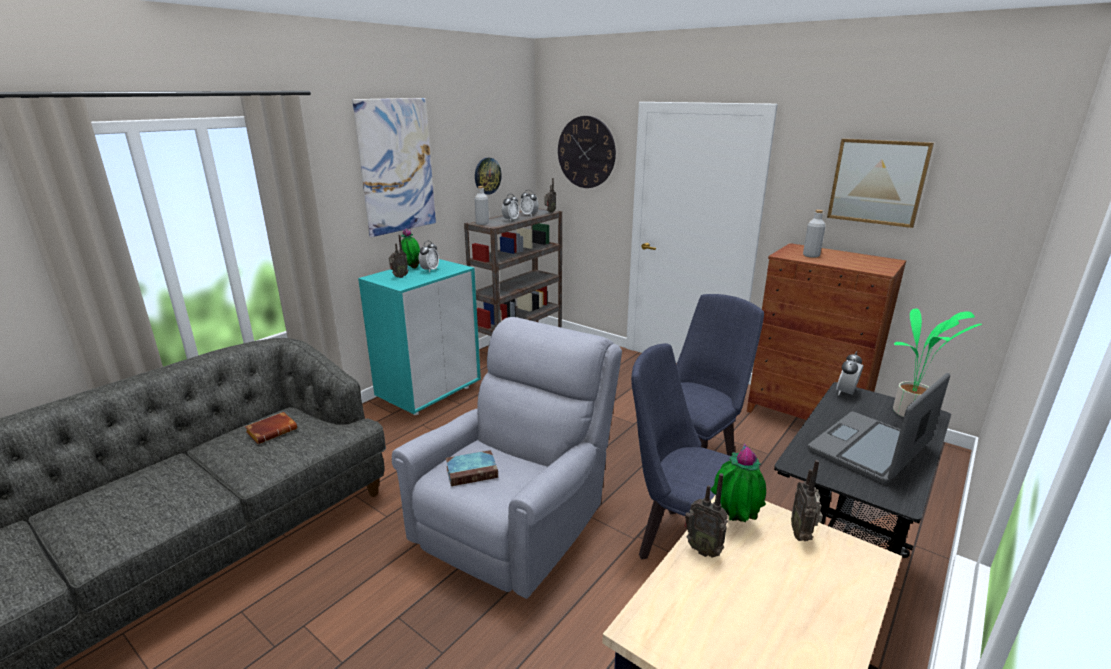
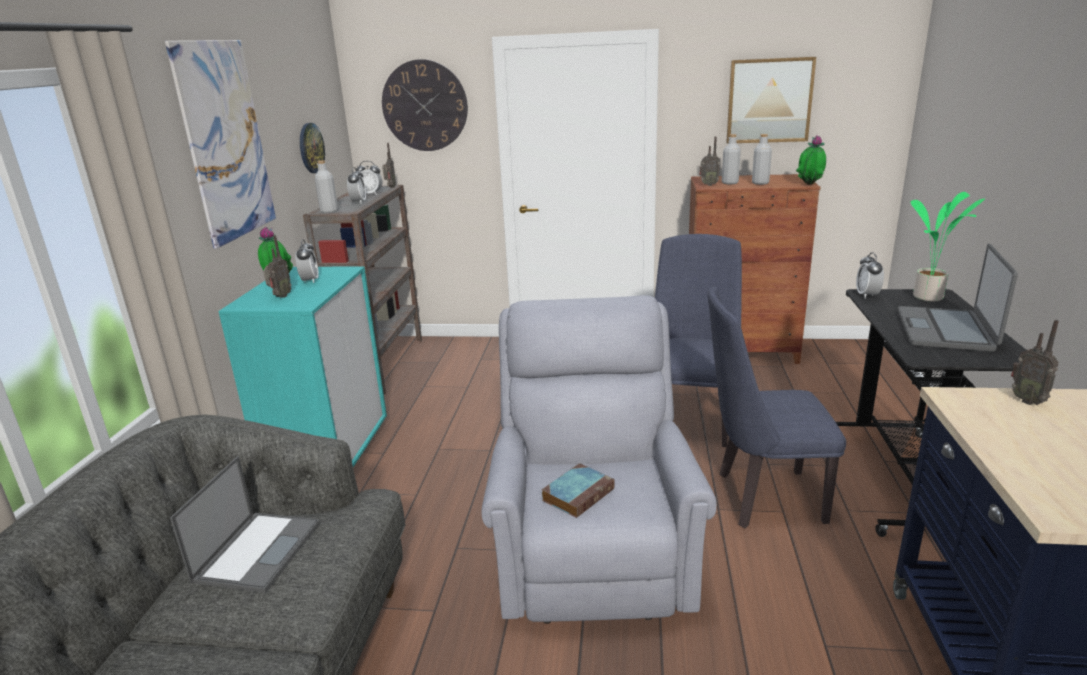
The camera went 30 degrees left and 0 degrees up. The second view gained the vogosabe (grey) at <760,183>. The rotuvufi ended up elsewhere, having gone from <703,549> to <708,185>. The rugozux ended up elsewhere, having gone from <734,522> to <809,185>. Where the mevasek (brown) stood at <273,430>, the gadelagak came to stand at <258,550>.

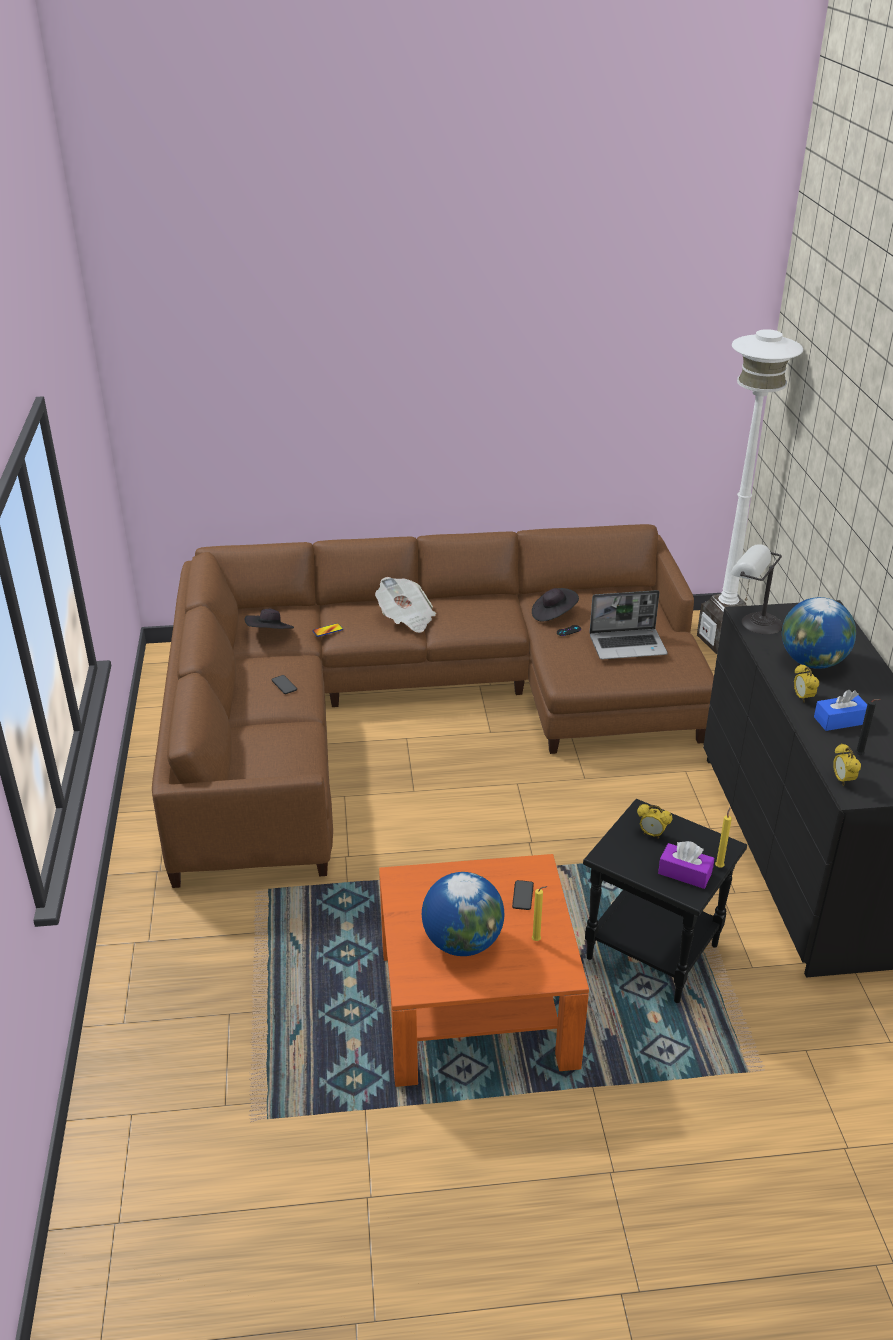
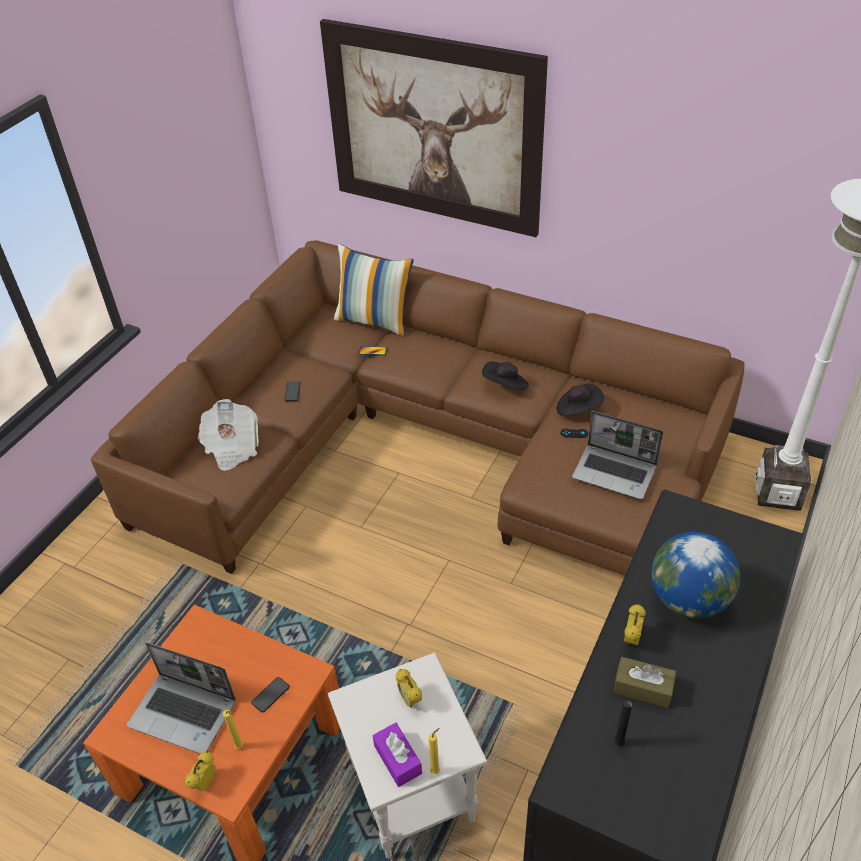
The camera went 35 degrees right and 10 degrees up. The second view lost the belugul at <753,621>. The second view gained the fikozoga at <433,129>. The second view gained the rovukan at <375,320>. The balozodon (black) ended up elsewhere, having gone from <270,634> to <505,386>. The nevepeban ended up elsewhere, having gone from <406,618> to <232,447>. The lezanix ended up elsewhere, having gone from <842,780> to <205,782>. Where the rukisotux stood at <462,942>, the gadelagak came to stand at <184,713>. What was the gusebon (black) at <654,951> turned into the gusebon (white) at <414,793>. What was the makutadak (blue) at <840,720> turned into the makutadak (brown) at <643,688>.

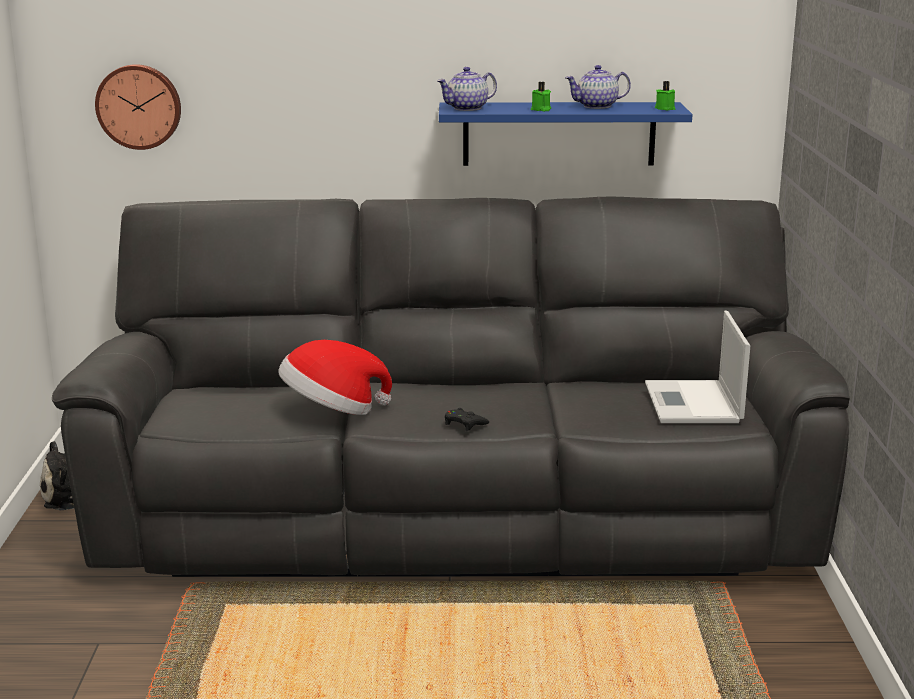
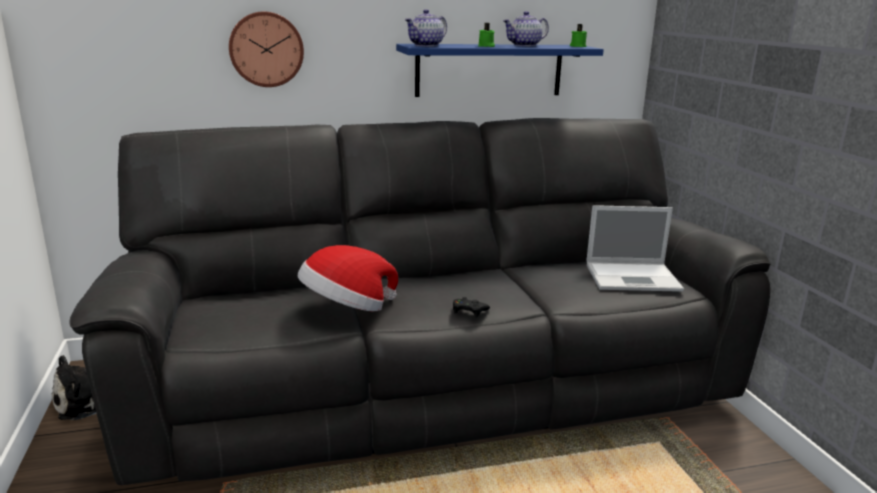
The camera went 15 degrees left and 0 degrees up. The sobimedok ended up elsewhere, having gone from <139,106> to <266,49>. The gadelagak at <693,404> ended up facing another way, 75 degrees counterclockwise from before.

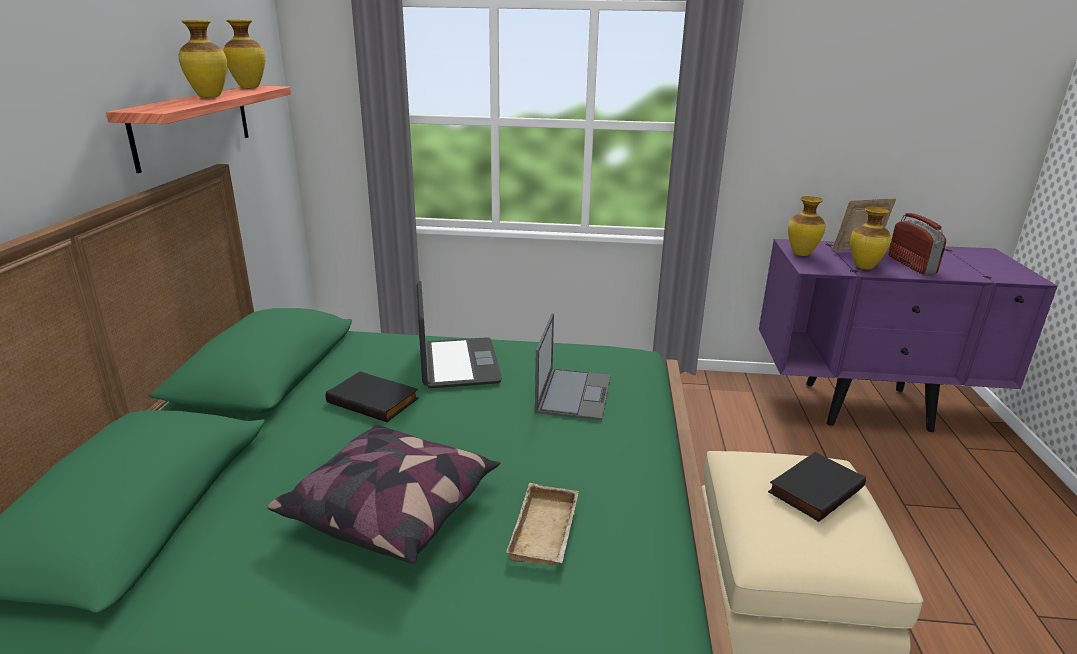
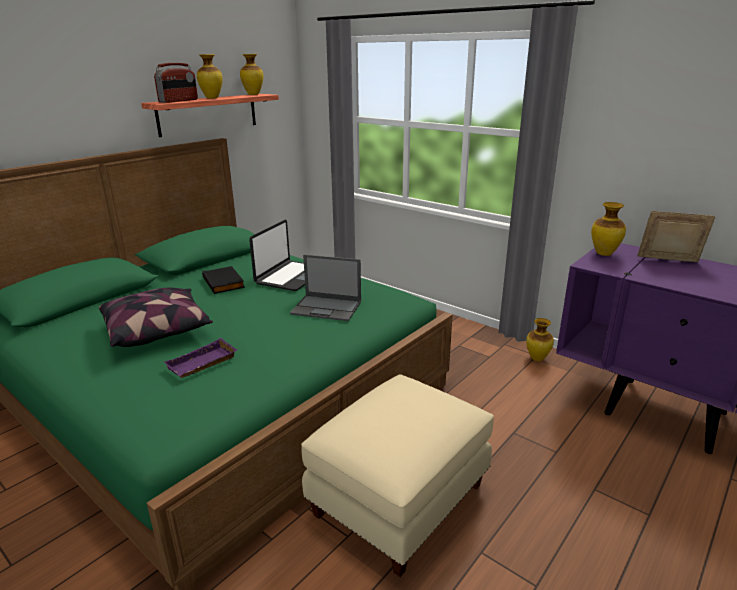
The camera went 35 degrees right and 0 degrees up. The second view lost the mevasek (black) at <814,489>. The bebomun ended up elsewhere, having gone from <864,267> to <537,359>. The rotuvufi ended up elsewhere, having gone from <912,265> to <179,101>. What was the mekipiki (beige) at <546,532> turned into the mekipiki (purple) at <202,364>. The gadelagak at <573,393> ended up facing another way, 60 degrees clockwise from before.

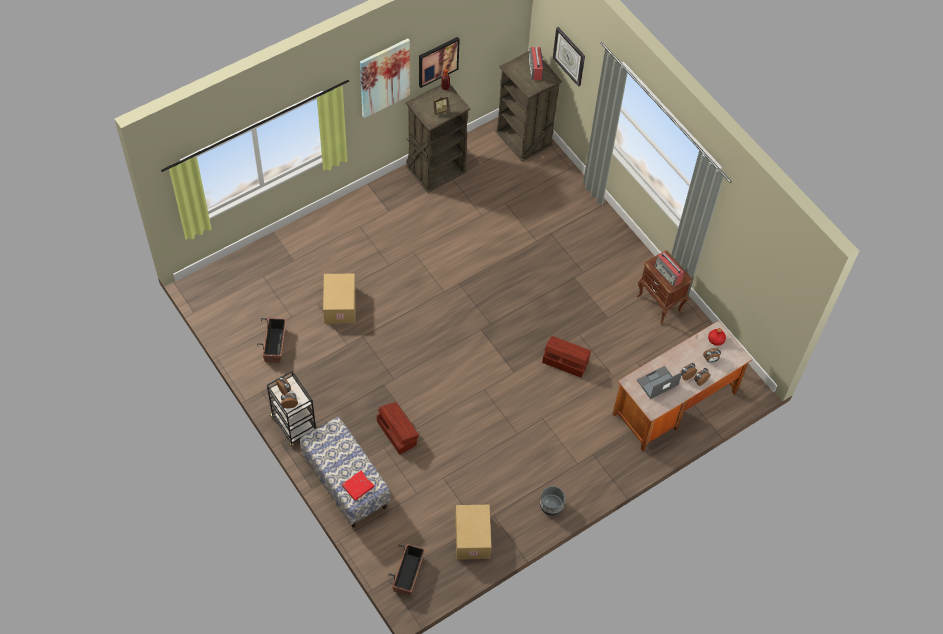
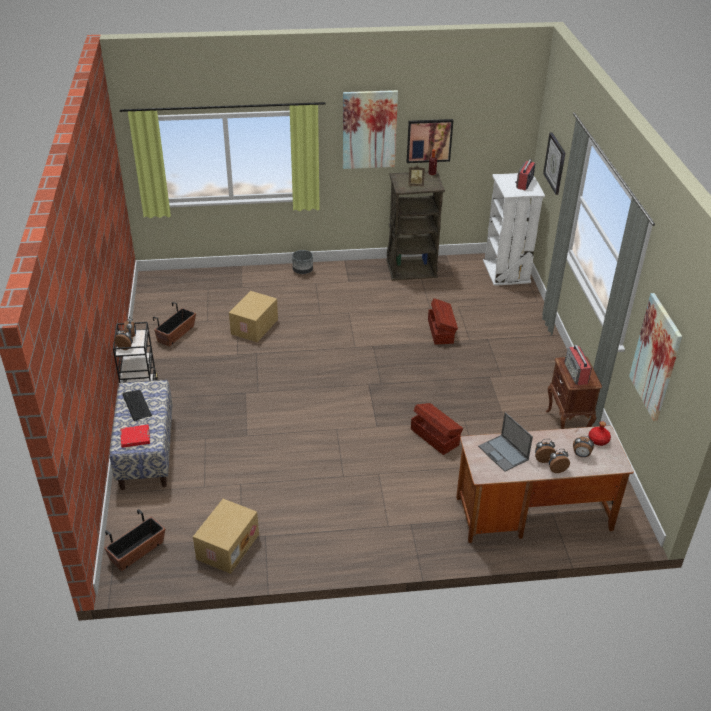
The camera went 30 degrees right and 20 degrees down. The second view gained the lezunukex at <136,405>. The second view gained the fikozoga at <655,357>. The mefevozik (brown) ended up elsewhere, having gone from <397,432> to <441,331>. The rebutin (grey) ended up elsewhere, having gone from <551,506> to <303,271>. What was the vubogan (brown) at <524,138> turned into the vubogan (white) at <506,271>. The gadelagak at <657,383> ended up facing another way, 120 degrees counterclockwise from before.

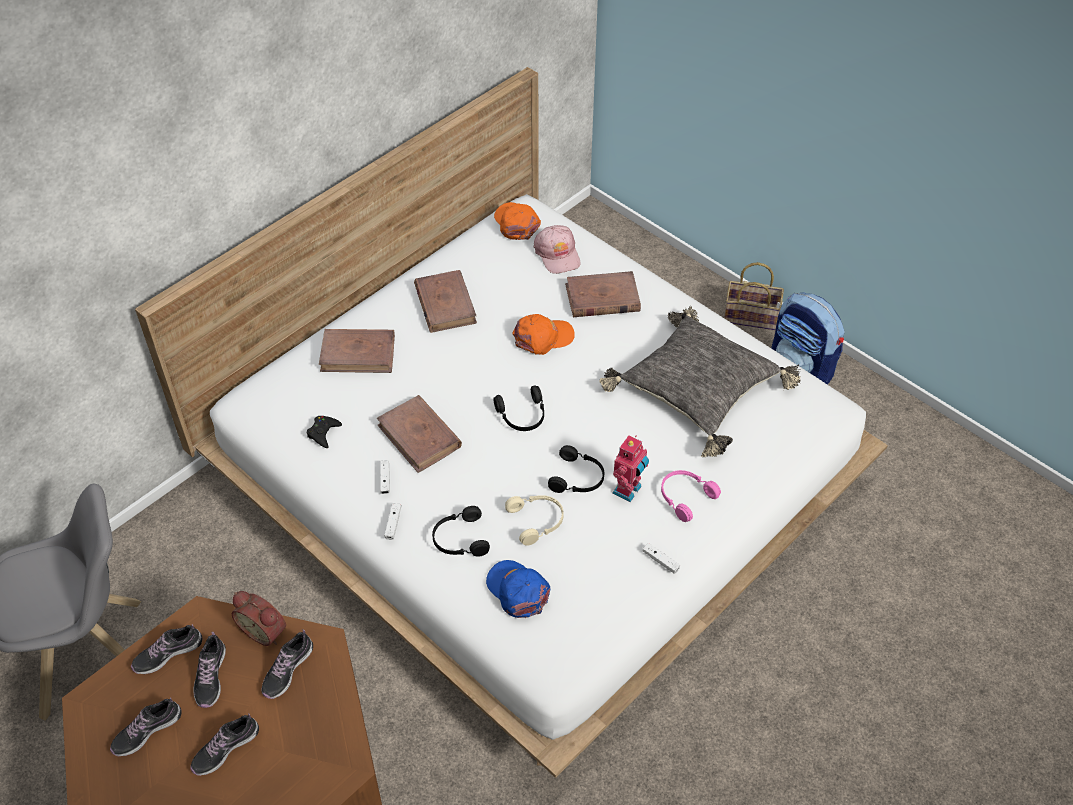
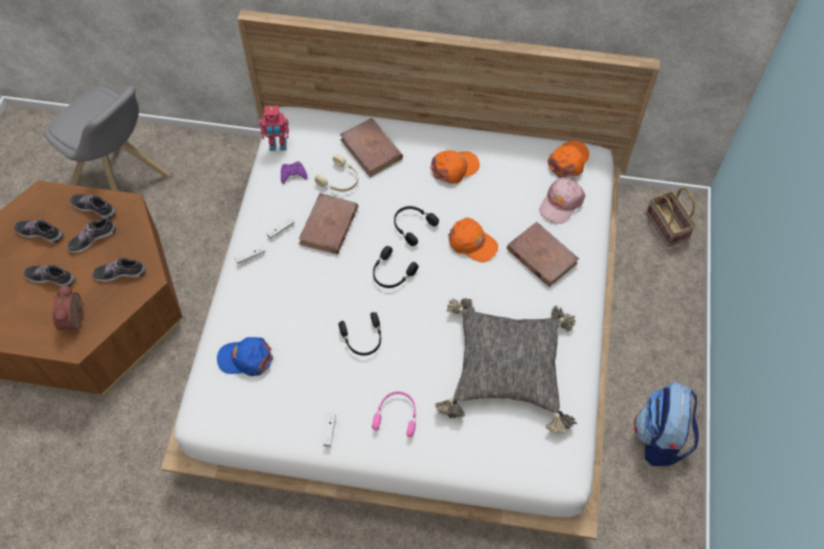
The camera went 55 degrees right and 10 degrees up. The lezanix ended up elsewhere, having gone from <265,630> to <76,319>. The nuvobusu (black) ended up elsewhere, having gone from <459,539> to <412,226>. The nuvobusu (beige) ended up elsewhere, having gone from <537,521> to <340,180>. The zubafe ended up elsewhere, having gone from <628,490> to <278,145>. The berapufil ended up elsewhere, having gone from <752,316> to <668,227>. Where the mevasek (brown) stood at <445,304>, the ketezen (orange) came to stand at <454,168>. What was the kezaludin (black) at <323,433> turned into the kezaludin (purple) at <293,174>. The ketezen (blue) at <518,591> ended up facing another way, 105 degrees counterclockwise from before.

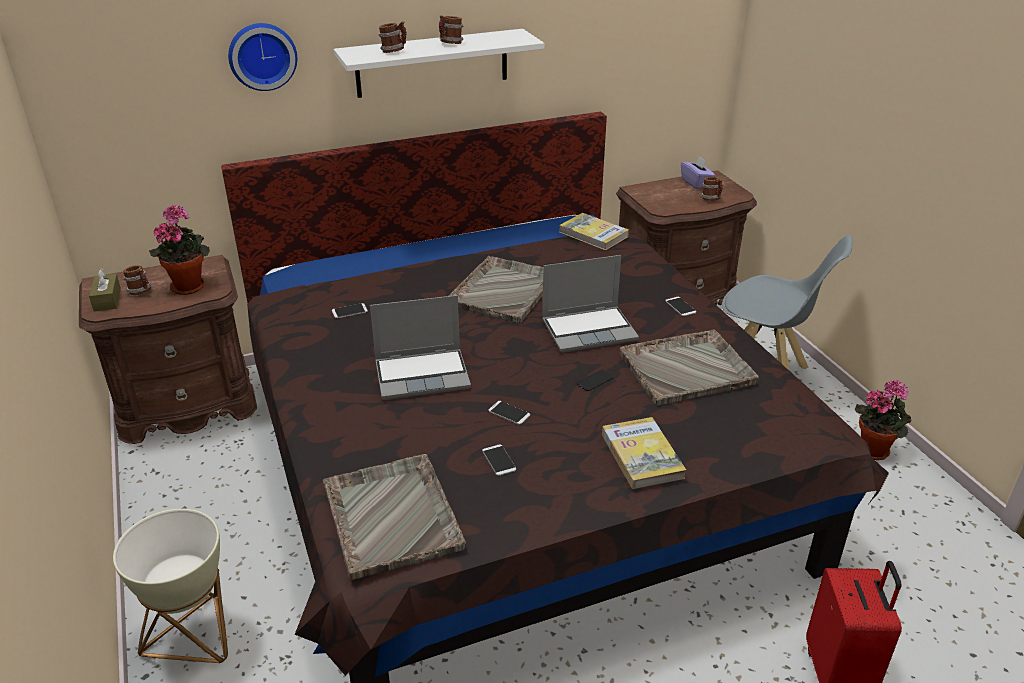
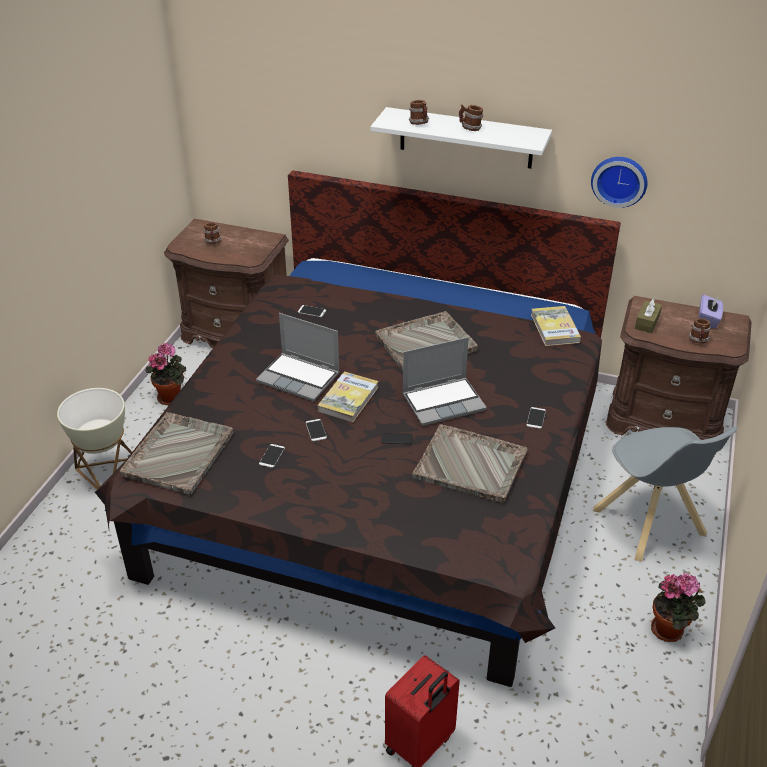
The camera went 40 degrees right and 5 degrees up. The makutadak (brown) ended up elsewhere, having gone from <107,299> to <647,322>. The rugozux ended up elsewhere, having gone from <189,285> to <172,396>. The sobimedok ended up elsewhere, having gone from <262,55> to <619,180>. The mevasek ended up elsewhere, having gone from <642,456> to <348,399>. The gadelagak at <589,330> ended up facing another way, 45 degrees counterclockwise from before.

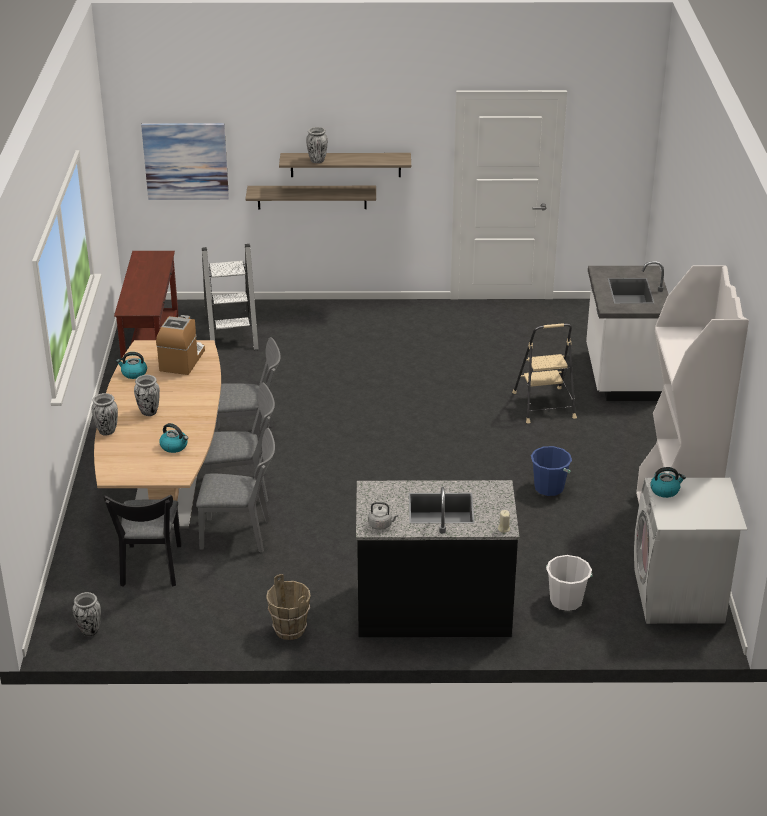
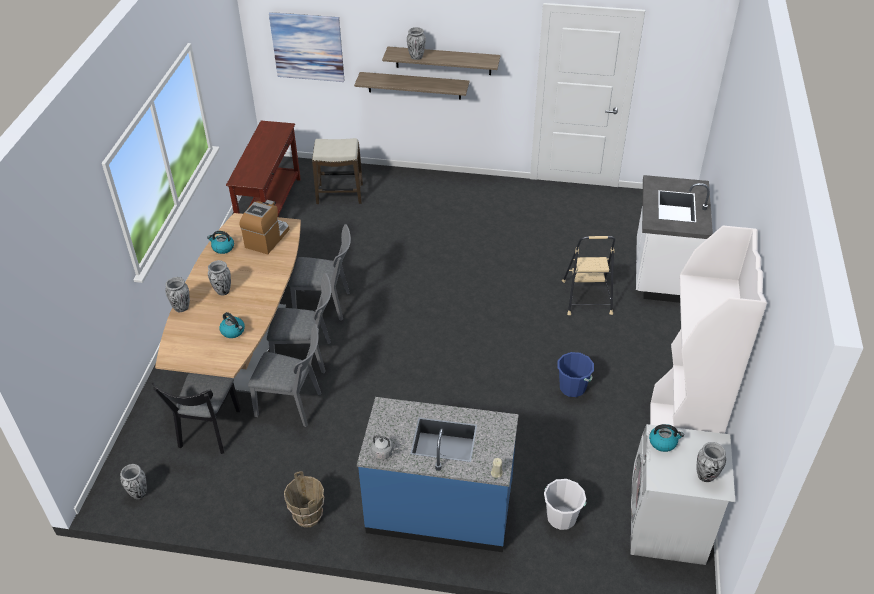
The camera went 10 degrees right and 10 degrees up. The second view gained the bebomun at <706,476>. Where the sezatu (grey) stood at <231,332>, the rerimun came to stand at <340,194>. What was the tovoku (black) at <433,607> turned into the tovoku (blue) at <440,509>.

